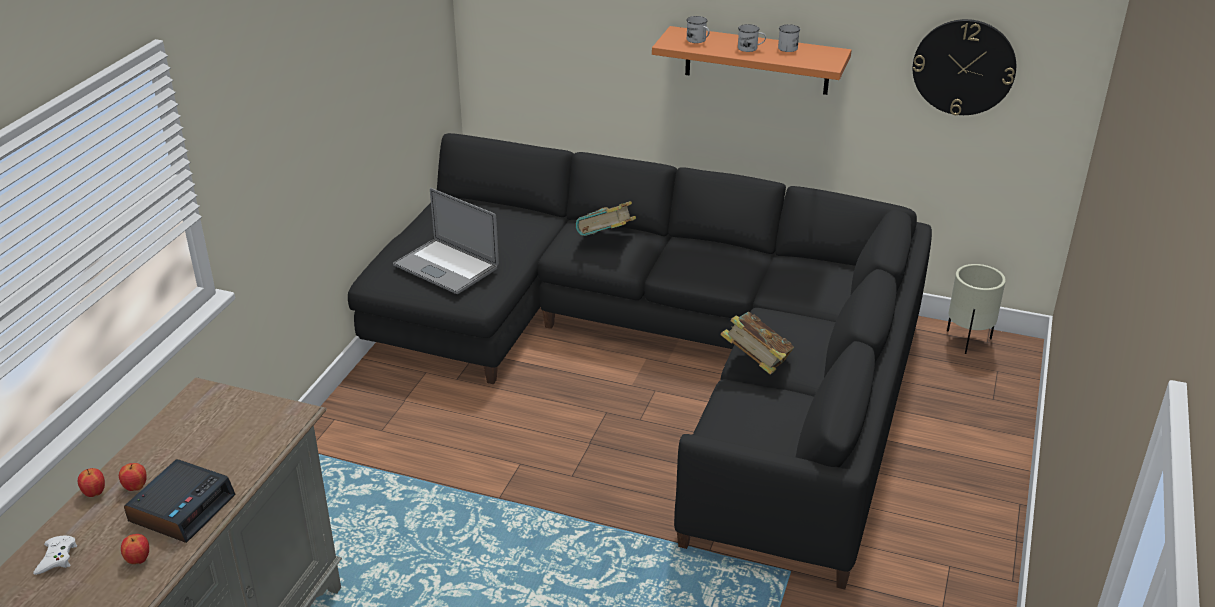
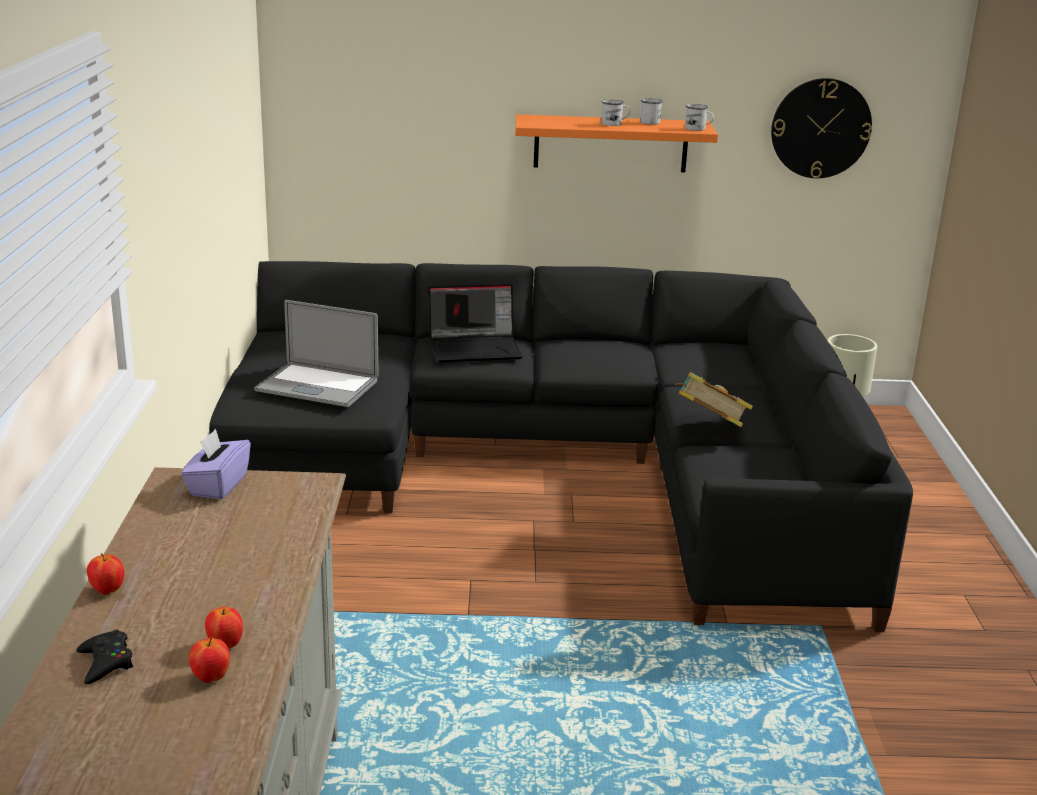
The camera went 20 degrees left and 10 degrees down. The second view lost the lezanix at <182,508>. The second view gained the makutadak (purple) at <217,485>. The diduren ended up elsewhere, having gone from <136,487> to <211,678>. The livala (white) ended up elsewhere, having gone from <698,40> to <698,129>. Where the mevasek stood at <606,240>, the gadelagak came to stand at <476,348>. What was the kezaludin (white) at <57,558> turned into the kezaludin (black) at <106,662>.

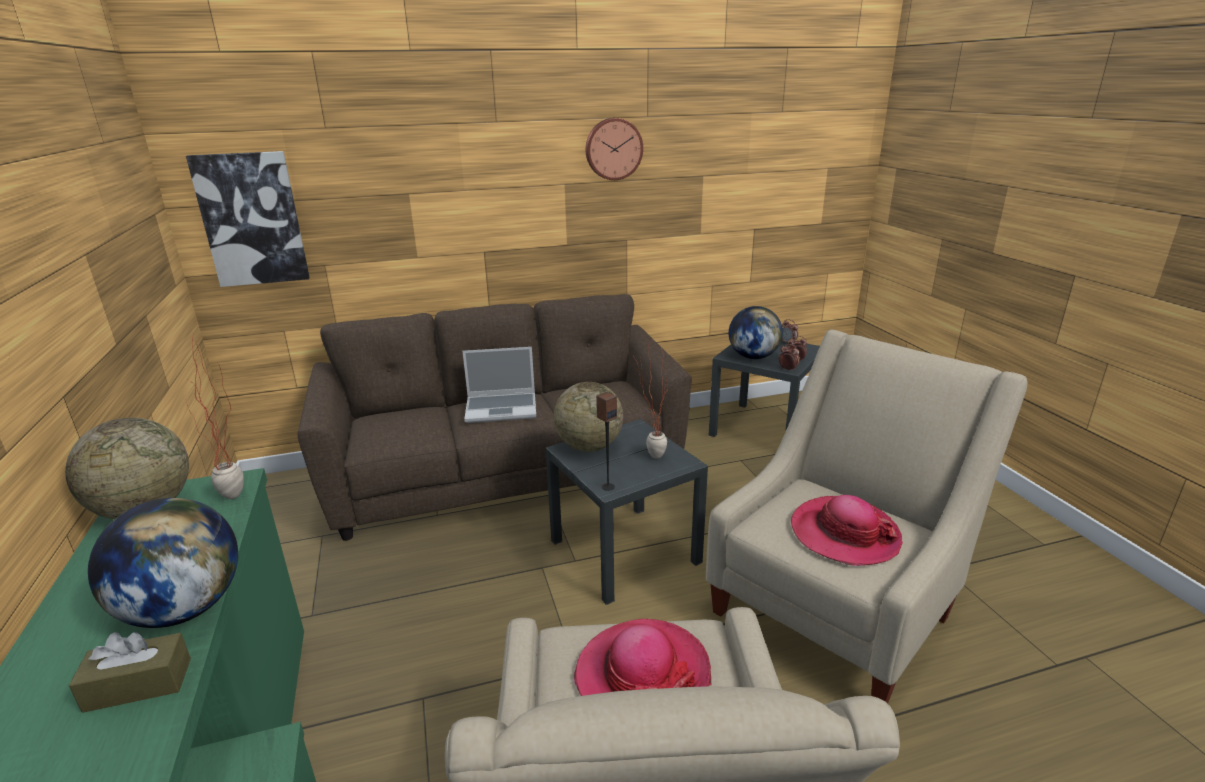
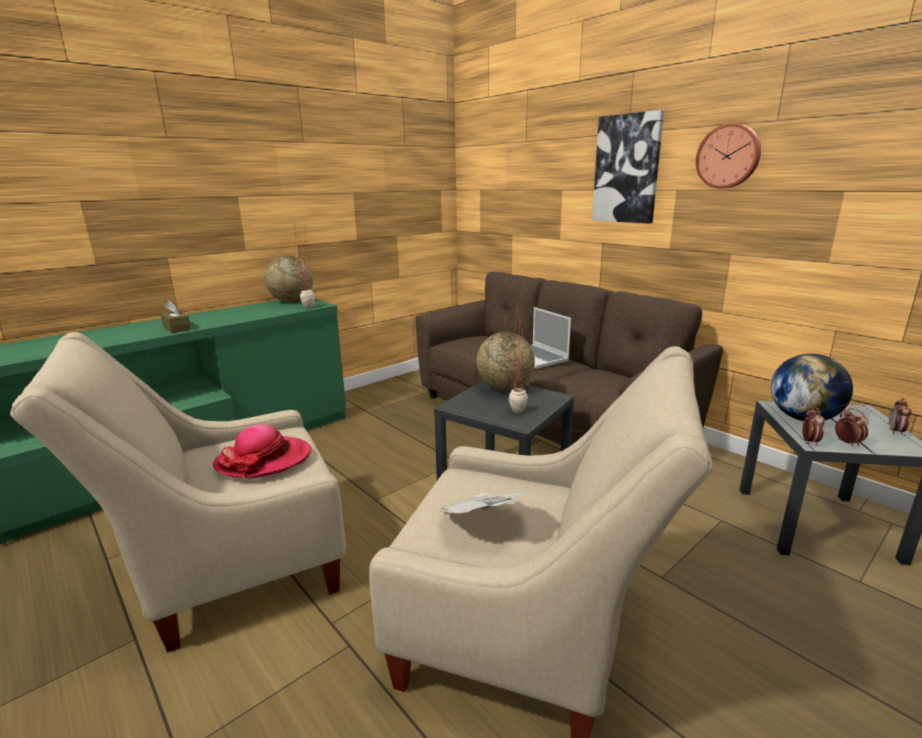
The camera went 65 degrees right and 5 degrees down. The second view lost the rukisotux at <184,609>. The second view lost the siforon at <608,486>. The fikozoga ended up elsewhere, having gone from <252,219> to <627,169>. Where the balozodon stood at <844,534>, the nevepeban came to stand at <483,522>.

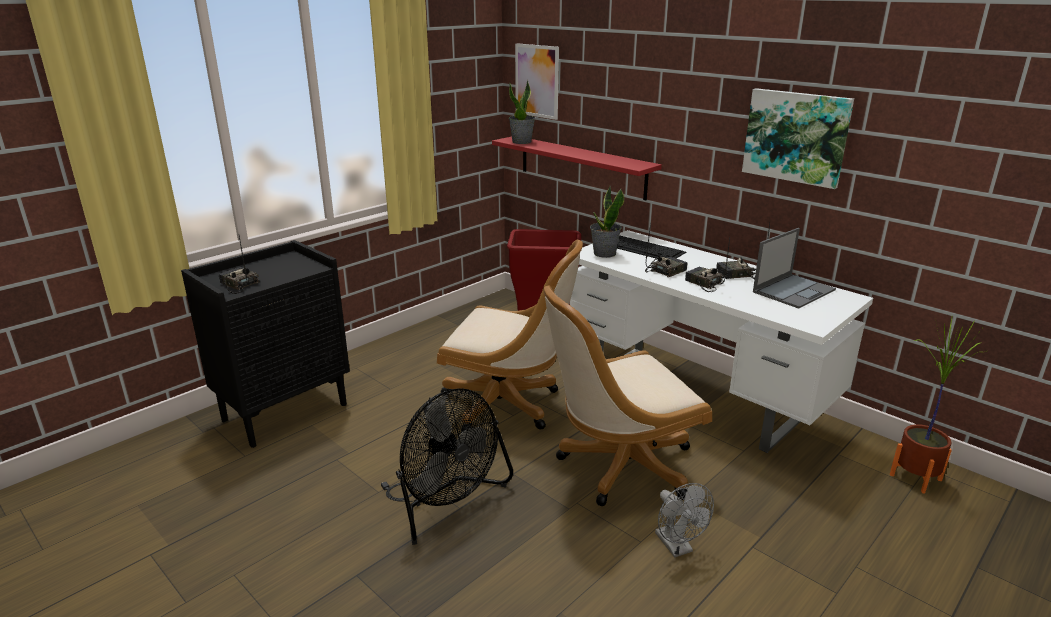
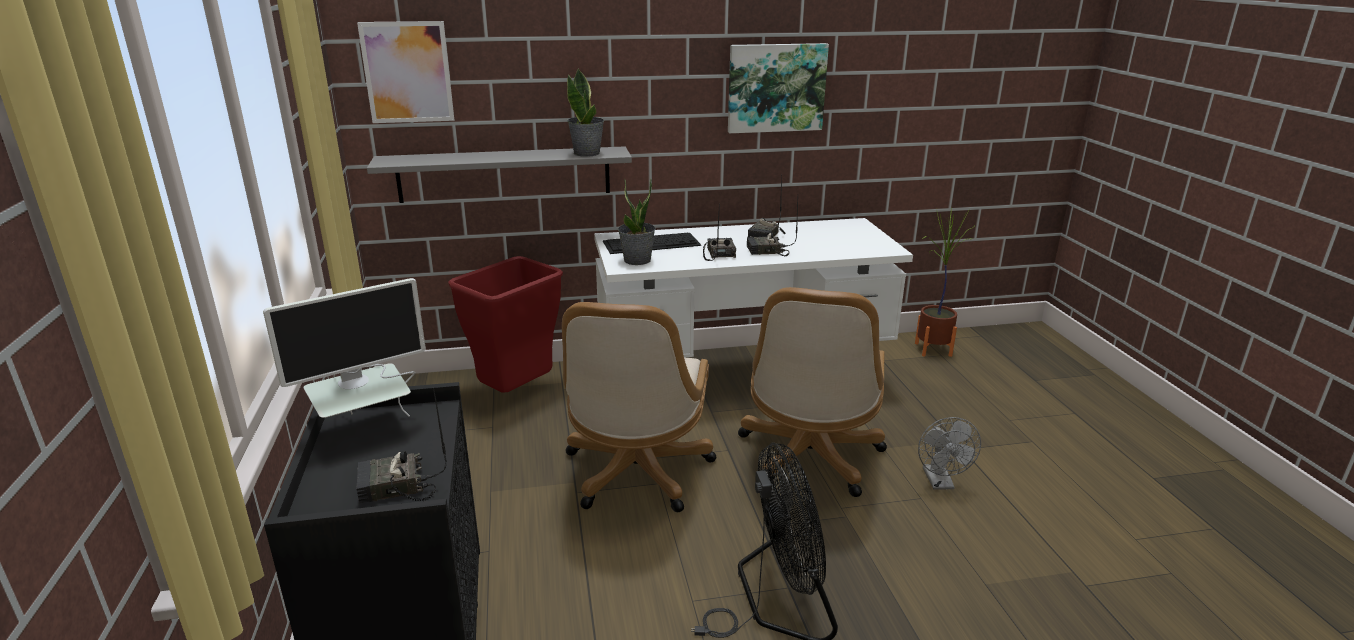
The camera went 55 degrees left and 0 degrees up. The second view lost the gadelagak at <794,291>. The second view gained the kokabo at <366,429>. The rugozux ended up elsewhere, having gone from <522,142> to <587,153>. What was the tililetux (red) at <581,166> turned into the tililetux (grey) at <505,174>. The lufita at <509,404> ended up facing another way, 135 degrees clockwise from before. The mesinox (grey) at <677,547> ended up facing another way, 75 degrees clockwise from before.

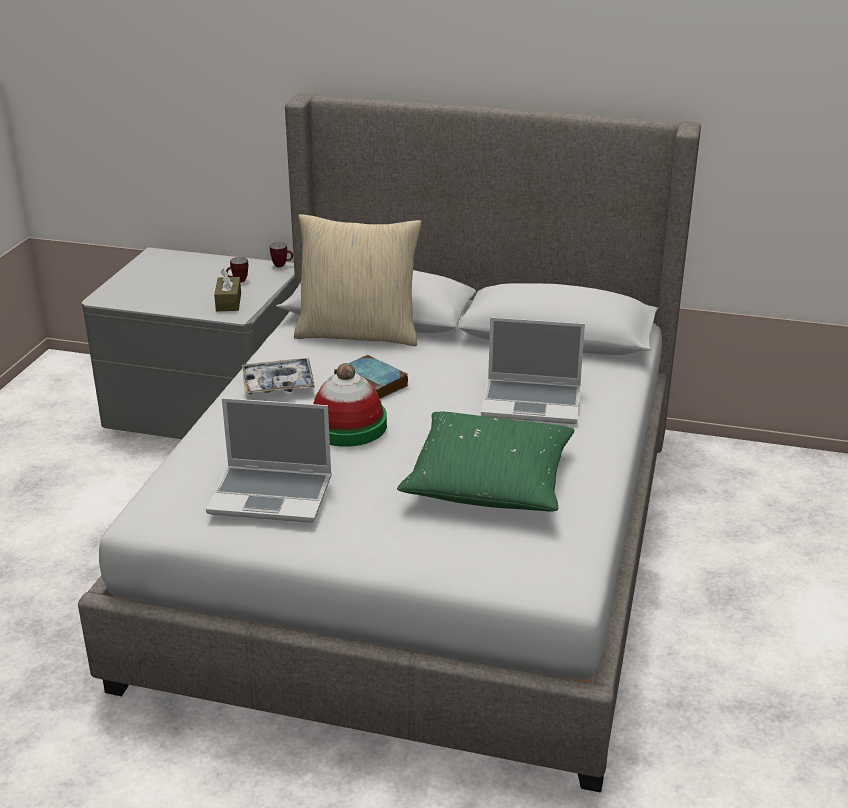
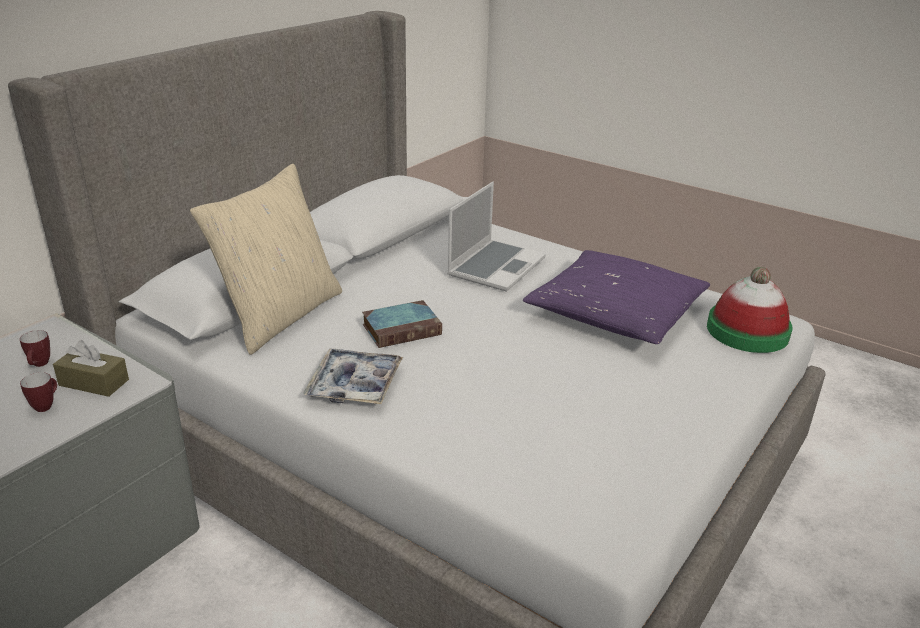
The camera went 70 degrees left and 0 degrees up. The second view lost the gadelagak at <273,495>. The livala ended up elsewhere, having gone from <282,265> to <46,405>. The balozodon ended up elsewhere, having gone from <347,425> to <747,331>. What was the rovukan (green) at <489,481> turned into the rovukan (purple) at <615,313>.

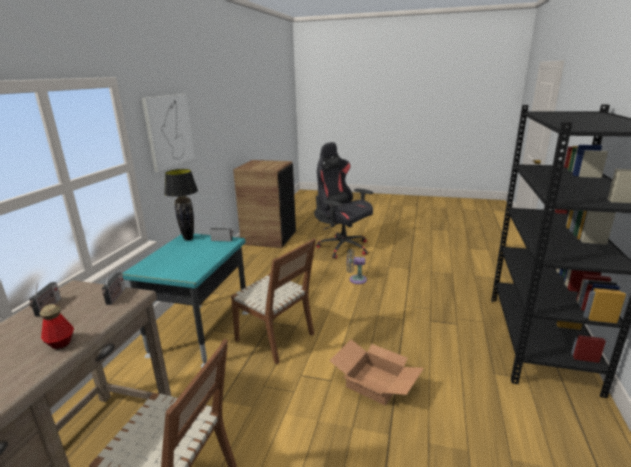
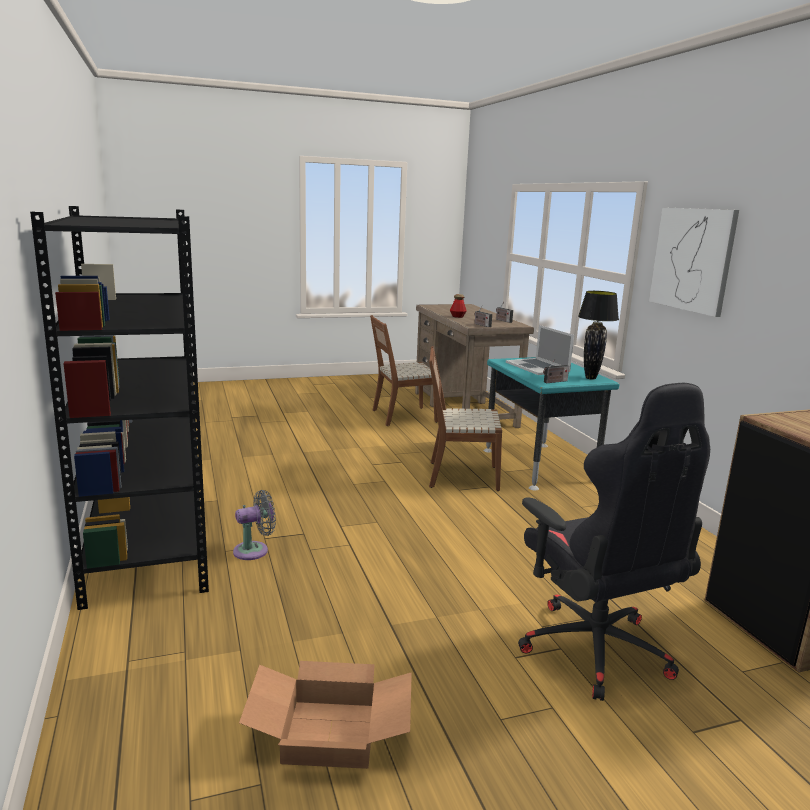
The camera went 145 degrees right and 5 degrees down. The second view gained the gadelagak at <537,367>. The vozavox ended up elsewhere, having gone from <376,383> to <328,735>. The mesinox (grey) ended up elsewhere, having gone from <355,279> to <254,550>. The lufita (black) at <344,248> ended up facing another way, 60 degrees clockwise from before.

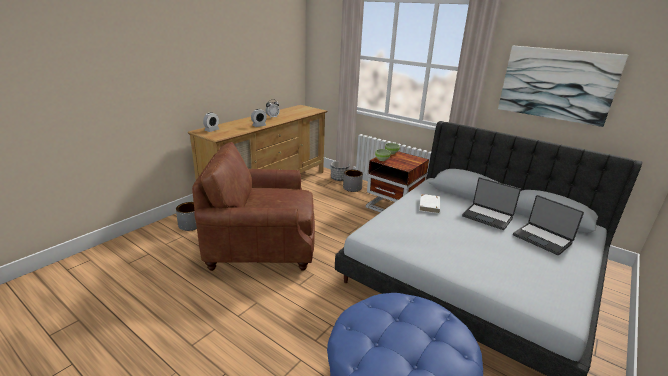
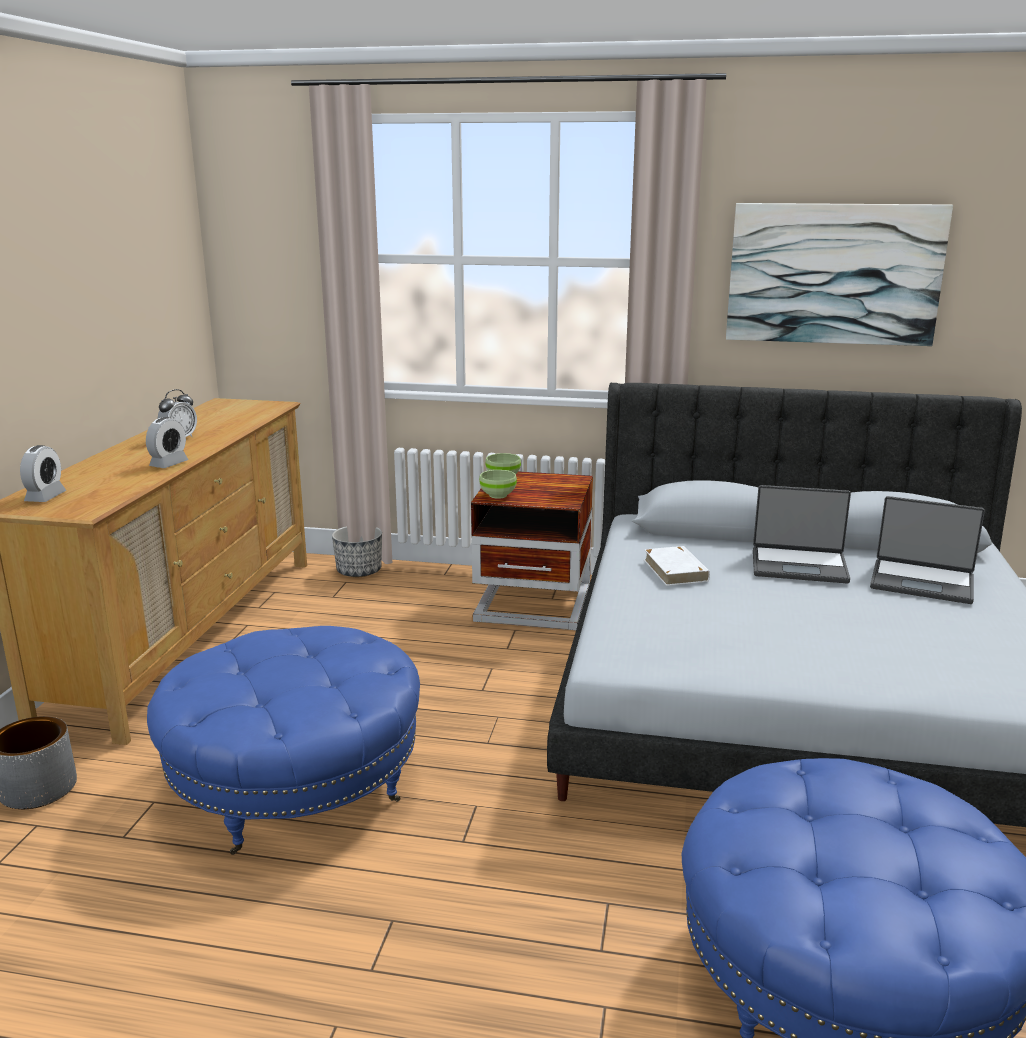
The camera went 25 degrees left and 5 degrees down. The second view lost the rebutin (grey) at <352,188>. Where the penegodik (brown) stood at <262,247>, the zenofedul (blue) came to stand at <295,783>.

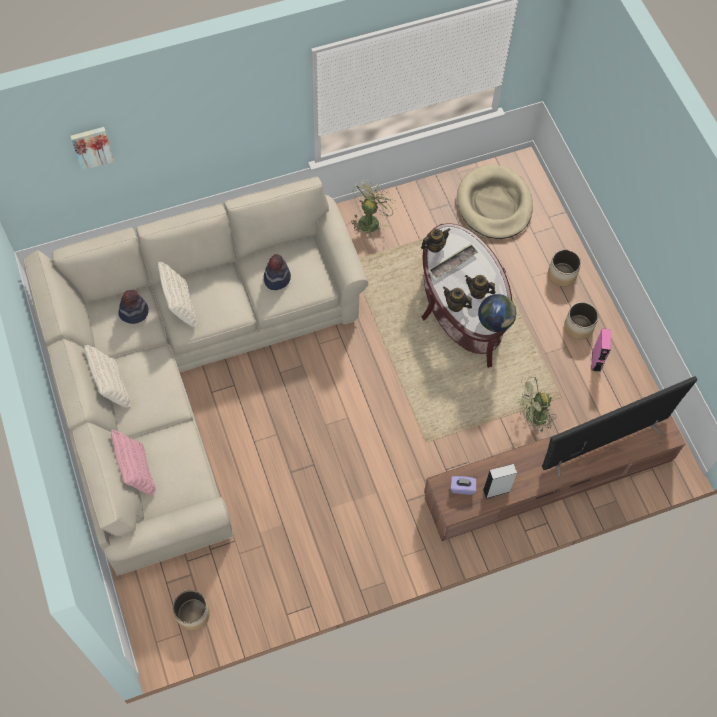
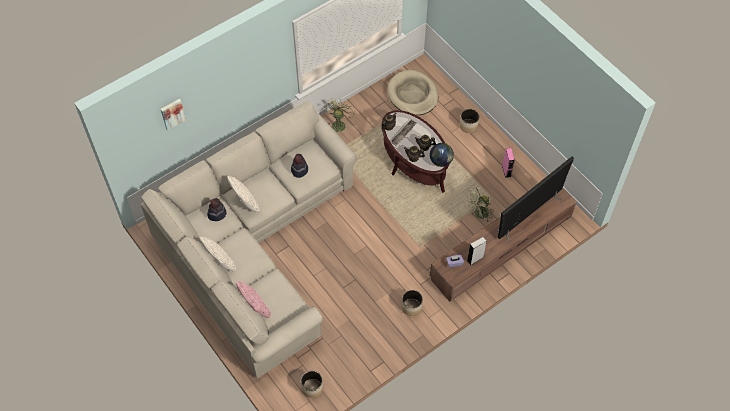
The camera went 15 degrees left and 5 degrees down. The rebutin ended up elsewhere, having gone from <579,327> to <412,307>.

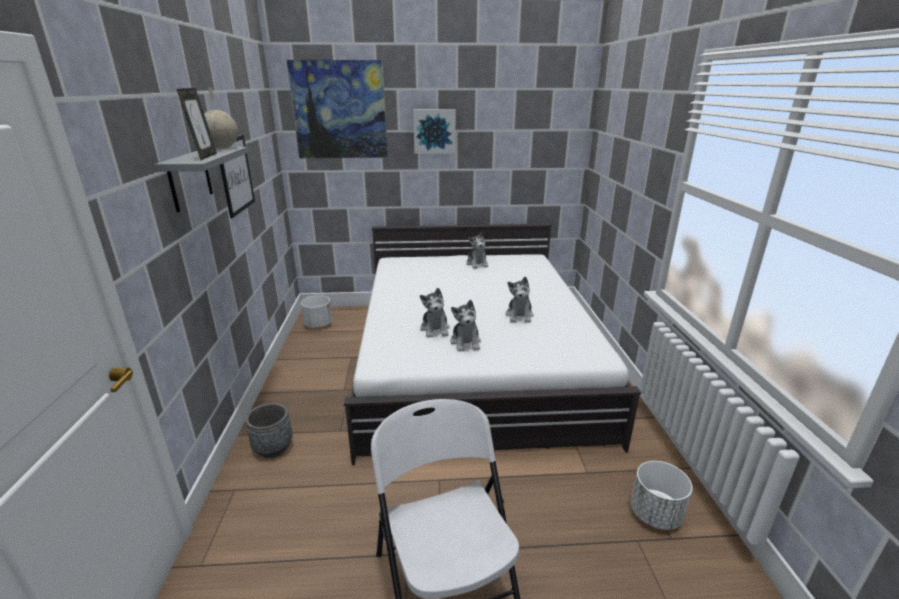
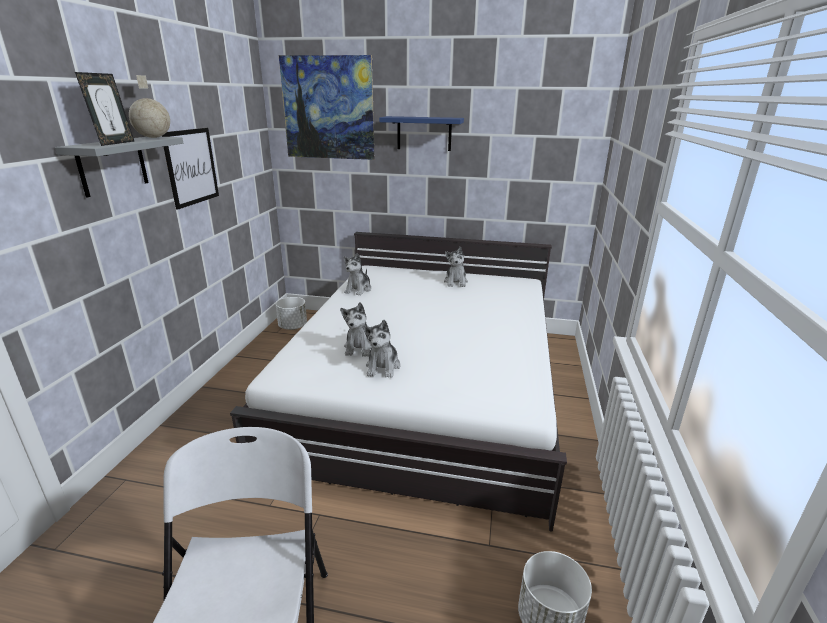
The camera went 15 degrees right and 0 degrees up. The second view lost the rebutin (grey) at <273,448>. The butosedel ended up elsewhere, having gone from <519,315> to <358,289>. Where the fikozoga hung at <434,131>, the tililetux (blue) came to hang at <424,133>.

